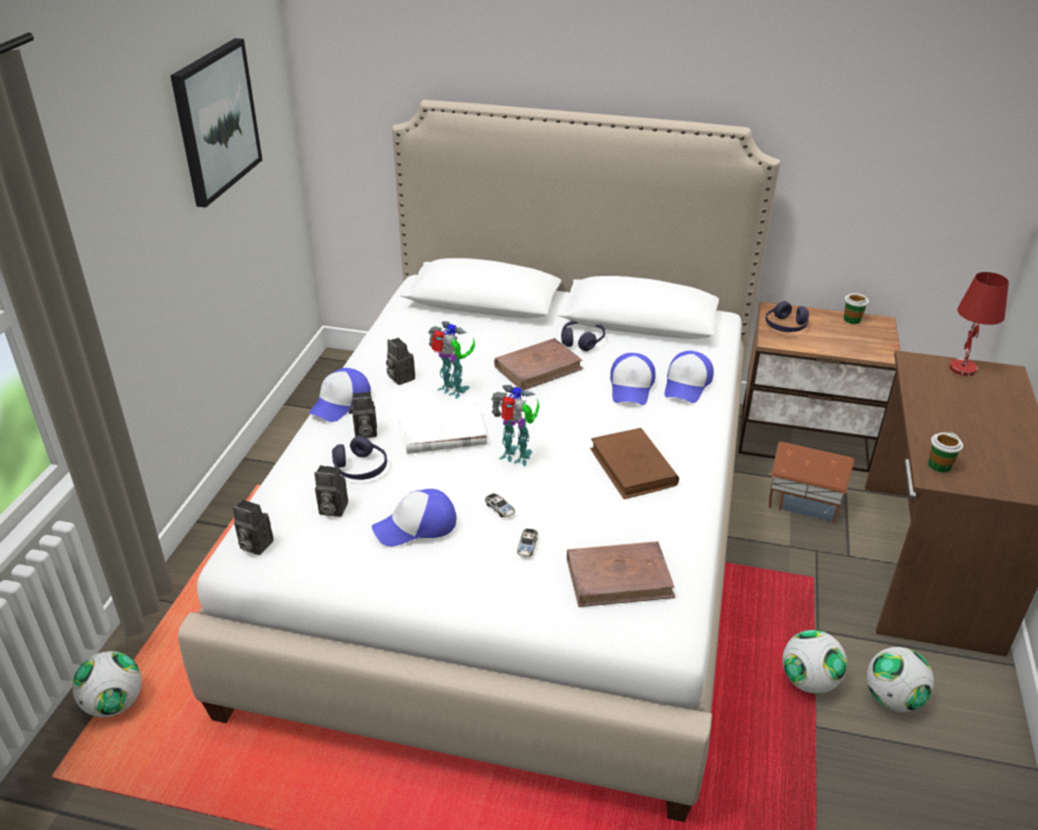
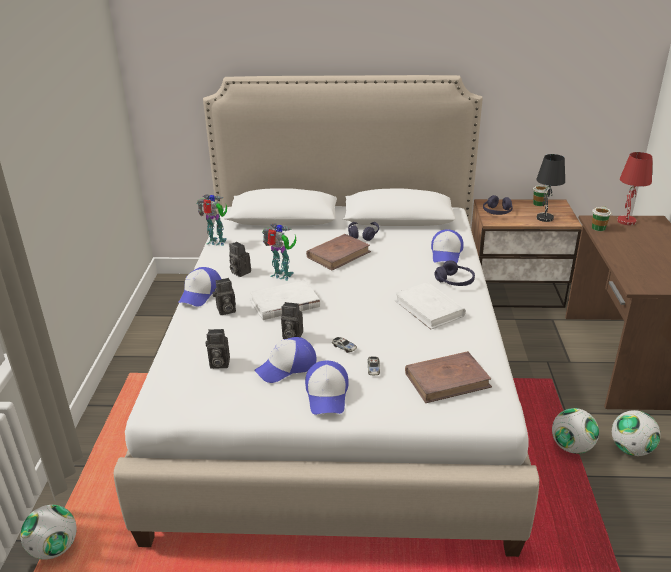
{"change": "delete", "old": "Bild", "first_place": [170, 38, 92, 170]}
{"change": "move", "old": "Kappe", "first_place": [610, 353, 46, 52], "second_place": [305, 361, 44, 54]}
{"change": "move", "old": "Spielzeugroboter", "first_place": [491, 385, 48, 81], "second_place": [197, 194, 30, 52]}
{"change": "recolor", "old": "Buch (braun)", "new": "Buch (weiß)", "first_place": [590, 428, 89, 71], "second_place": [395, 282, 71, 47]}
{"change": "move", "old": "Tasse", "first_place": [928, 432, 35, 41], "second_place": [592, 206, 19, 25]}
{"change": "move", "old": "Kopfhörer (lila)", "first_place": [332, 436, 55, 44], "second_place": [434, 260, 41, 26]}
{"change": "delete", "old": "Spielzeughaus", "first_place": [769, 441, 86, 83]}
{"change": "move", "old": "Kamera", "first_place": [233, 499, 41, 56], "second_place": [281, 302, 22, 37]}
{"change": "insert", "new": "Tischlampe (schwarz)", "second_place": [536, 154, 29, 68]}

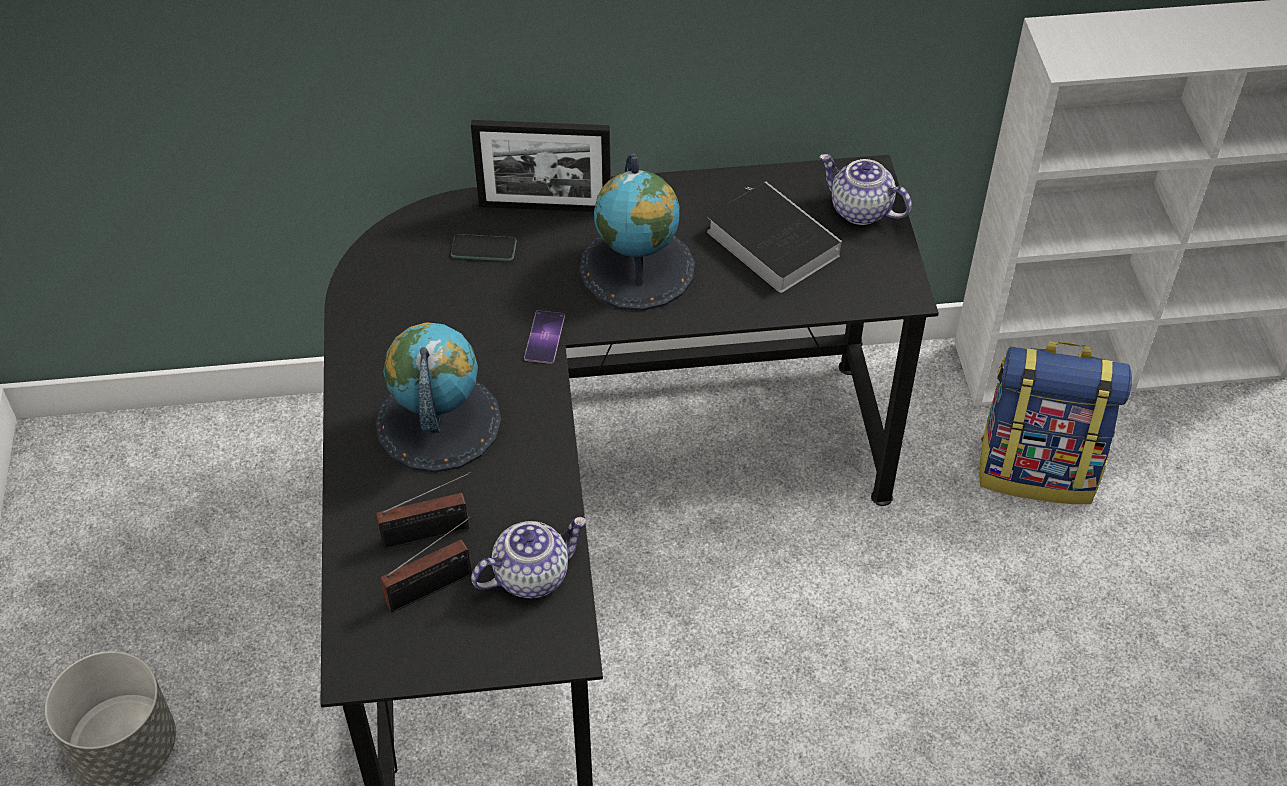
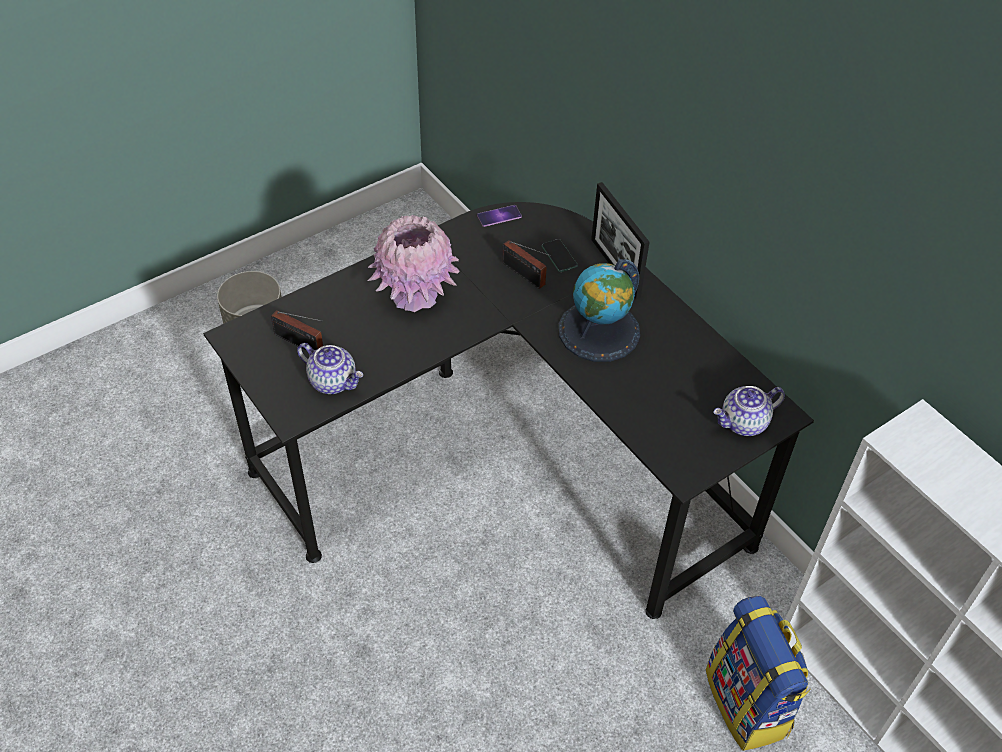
{"change": "rotate", "old": "Teekanne", "first_place": [819, 154, 93, 71], "second_place": [713, 386, 72, 50], "degrees": -120}
{"change": "delete", "old": "Buch", "first_place": [707, 182, 135, 111]}
{"change": "move", "old": "Handy", "first_place": [524, 310, 41, 54], "second_place": [477, 205, 45, 22]}
{"change": "replace", "old": "Globus", "new": "Vase (rosa)", "first_place": [376, 322, 126, 151], "second_place": [368, 215, 92, 97]}
{"change": "move", "old": "Radio", "first_place": [376, 472, 95, 77], "second_place": [502, 240, 49, 49]}

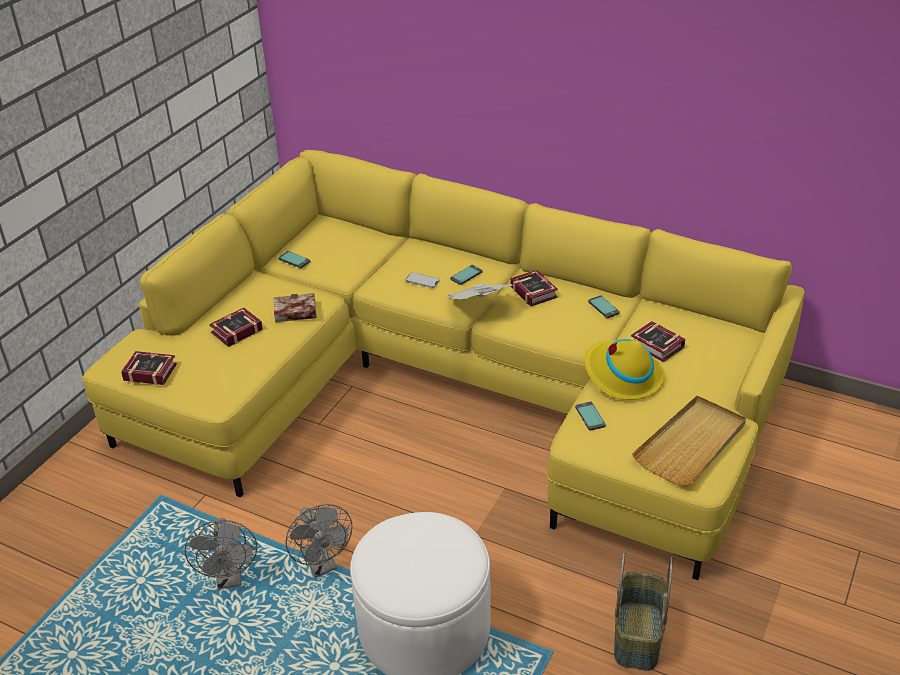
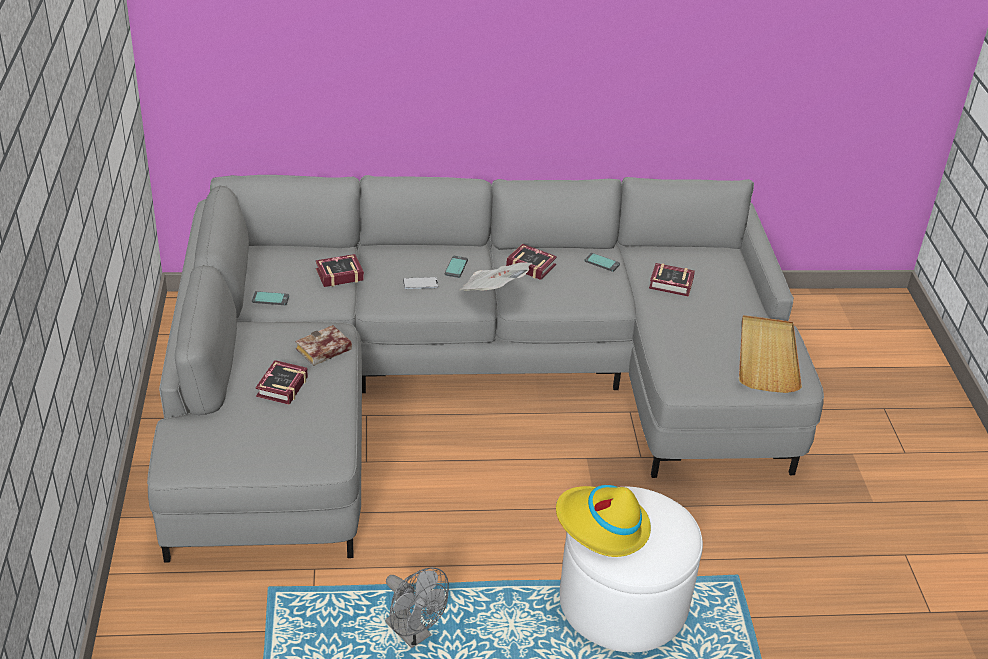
{"change": "recolor", "old": "Sofa (gelb)", "new": "Sofa (grau)", "first_place": [82, 150, 723, 430], "second_place": [147, 175, 677, 388]}
{"change": "move", "old": "Hut (gelb)", "first_place": [584, 339, 81, 61], "second_place": [556, 485, 95, 72]}
{"change": "move", "old": "Buch", "first_place": [121, 351, 56, 34], "second_place": [316, 254, 48, 33]}
{"change": "delete", "old": "Handy", "first_place": [575, 402, 31, 29]}
{"change": "delete", "old": "Ventilator (grau)", "first_place": [285, 504, 67, 73]}
{"change": "delete", "old": "Korb", "first_place": [614, 550, 59, 121]}

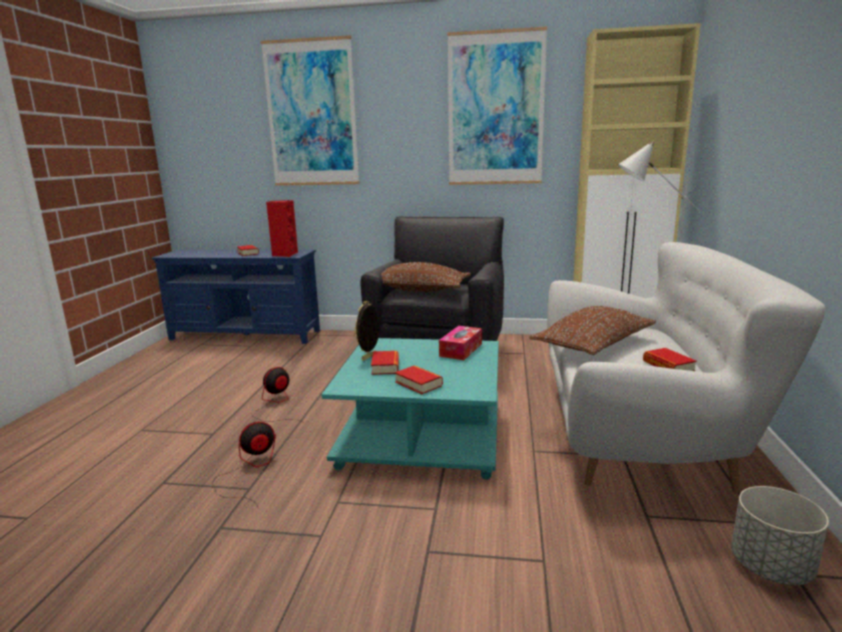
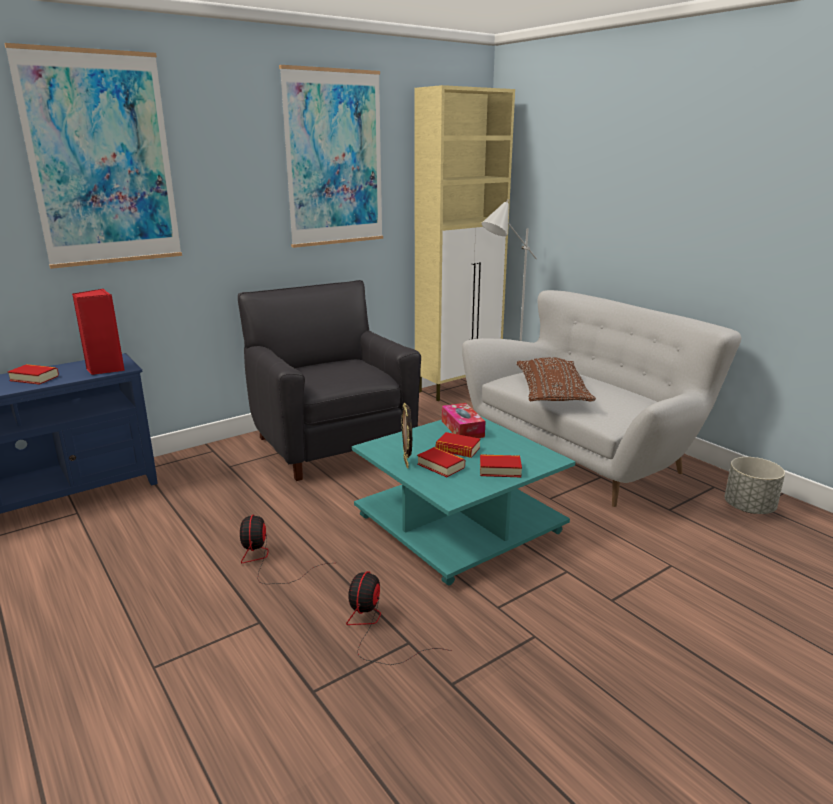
{"change": "delete", "old": "Kissen (braun)", "first_place": [381, 262, 90, 30]}
{"change": "move", "old": "Buch", "first_place": [643, 348, 54, 23], "second_place": [436, 432, 44, 26]}

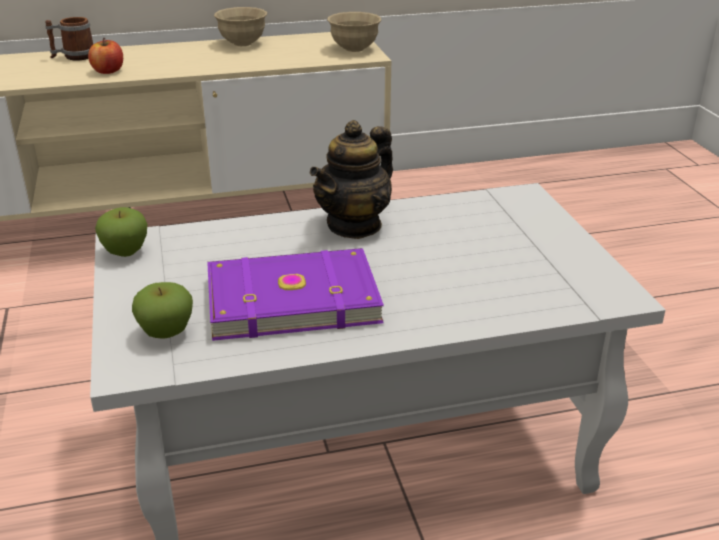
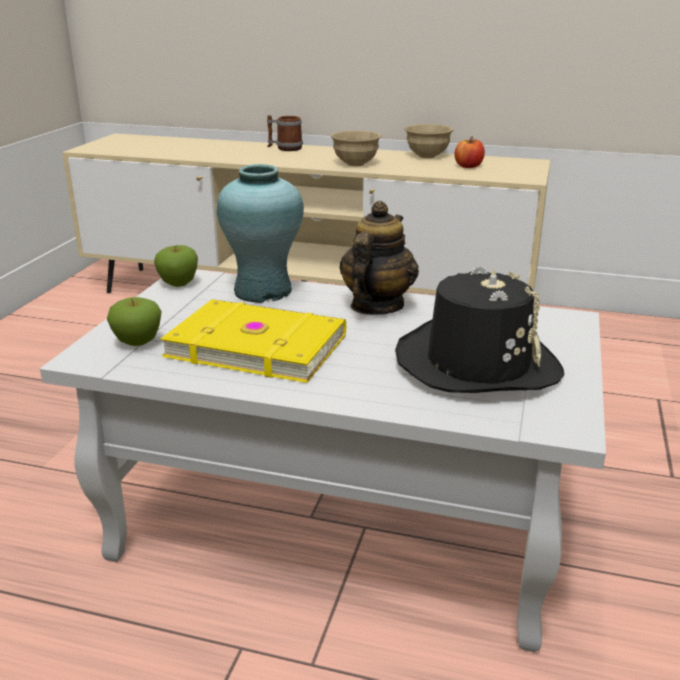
{"change": "move", "old": "Schüssel (beige)", "first_place": [327, 12, 54, 40], "second_place": [331, 130, 51, 36]}
{"change": "move", "old": "Apfel", "first_place": [88, 38, 35, 36], "second_place": [454, 137, 31, 31]}
{"change": "rotate", "old": "Teekanne", "first_place": [310, 120, 83, 119], "second_place": [339, 201, 80, 114], "degrees": 135}
{"change": "recolor", "old": "Buch (lila)", "new": "Buch (gelb)", "first_place": [207, 248, 177, 93], "second_place": [160, 299, 186, 84]}
{"change": "insert", "new": "Vase (türkis)", "second_place": [217, 164, 87, 139]}
{"change": "insert", "new": "Hut (schwarz)", "second_place": [395, 266, 170, 127]}

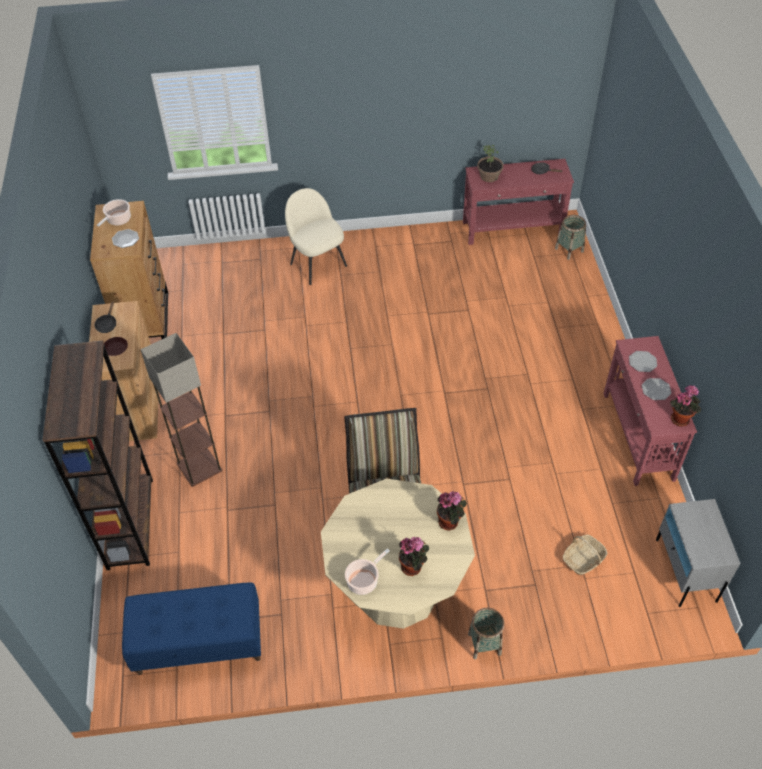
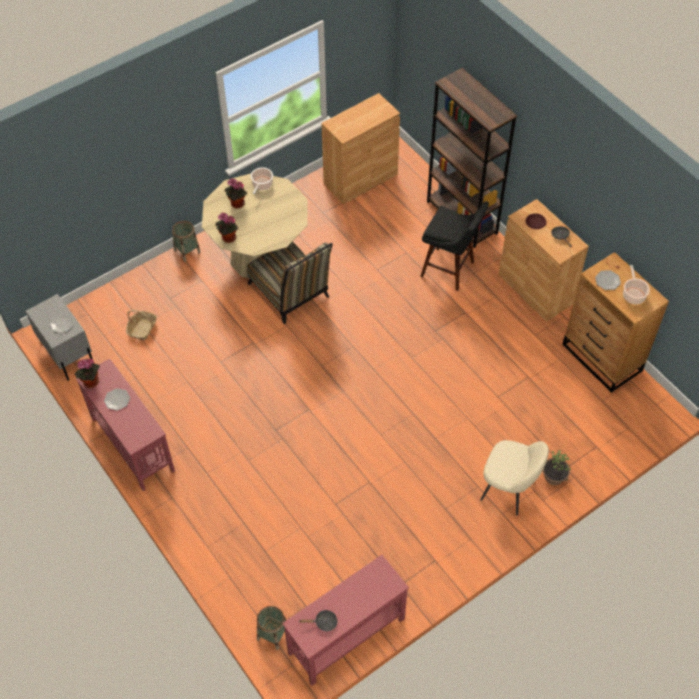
{"change": "move", "old": "Topfpflanze", "first_place": [477, 145, 26, 37], "second_place": [543, 450, 28, 35]}
{"change": "replace", "old": "Stehlampe", "new": "Hocker (schwarz)", "first_place": [140, 333, 82, 154], "second_place": [421, 201, 68, 90]}
{"change": "move", "old": "Teller", "first_place": [629, 351, 28, 21], "second_place": [50, 313, 24, 20]}
{"change": "replace", "old": "Bank (blau)", "new": "Schrank (braun)", "first_place": [122, 582, 139, 93], "second_place": [321, 93, 79, 111]}

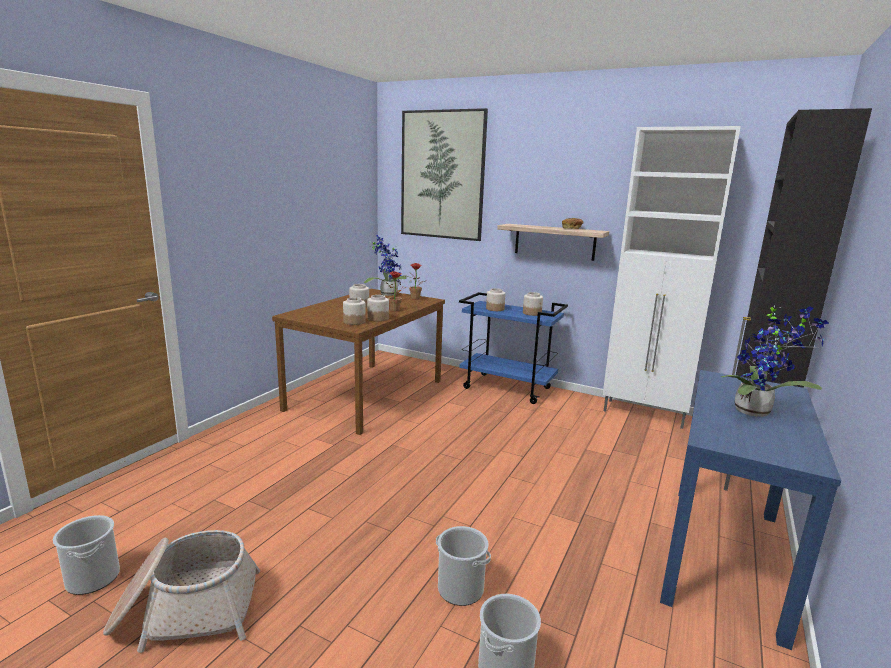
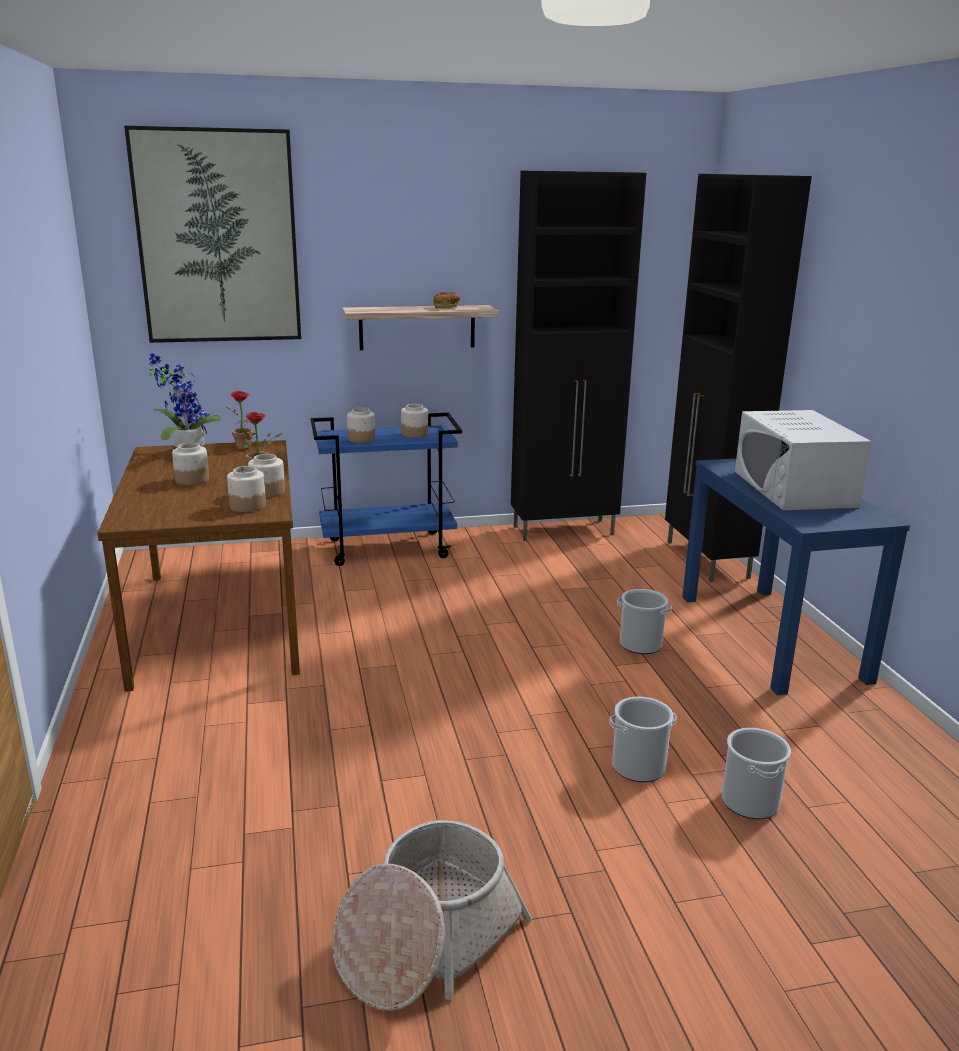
{"change": "recolor", "old": "Schrank (weiß)", "new": "Schrank (schwarz)", "first_place": [603, 126, 138, 303], "second_place": [511, 171, 135, 370]}
{"change": "replace", "old": "Topfpflanze", "new": "Mikrowelle (weiß)", "first_place": [721, 305, 108, 112], "second_place": [735, 410, 137, 100]}
{"change": "move", "old": "Eimer", "first_place": [53, 515, 67, 80], "second_place": [617, 589, 55, 65]}

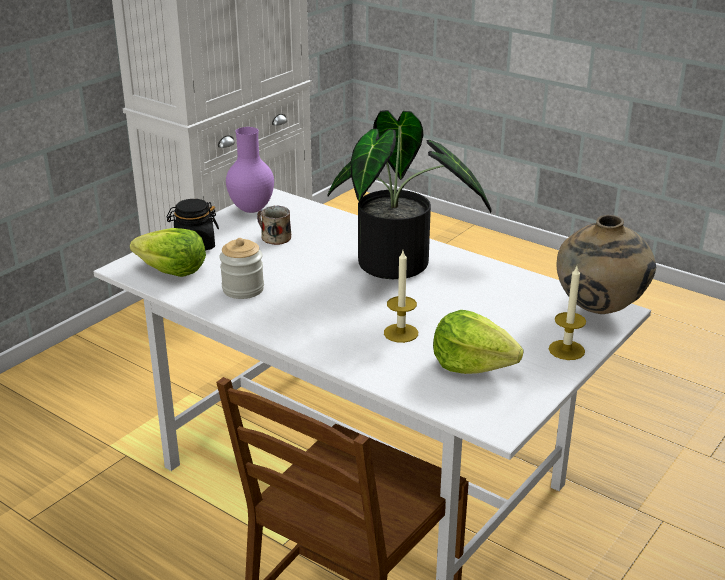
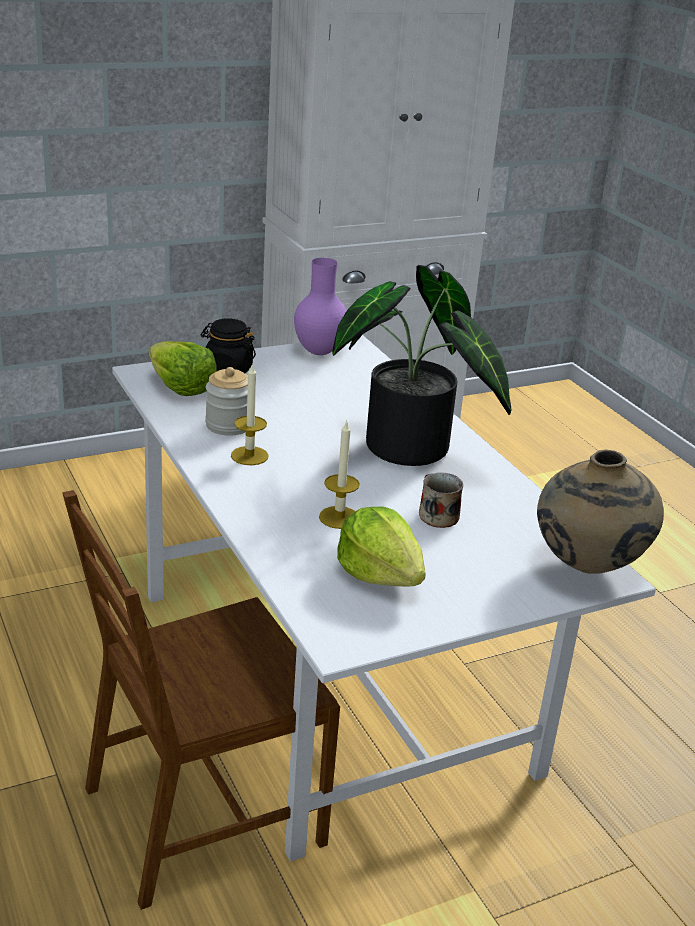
{"change": "move", "old": "Henkelbecher", "first_place": [257, 205, 34, 40], "second_place": [419, 472, 44, 56]}
{"change": "move", "old": "Kerze", "first_place": [549, 266, 37, 94], "second_place": [231, 363, 38, 102]}

